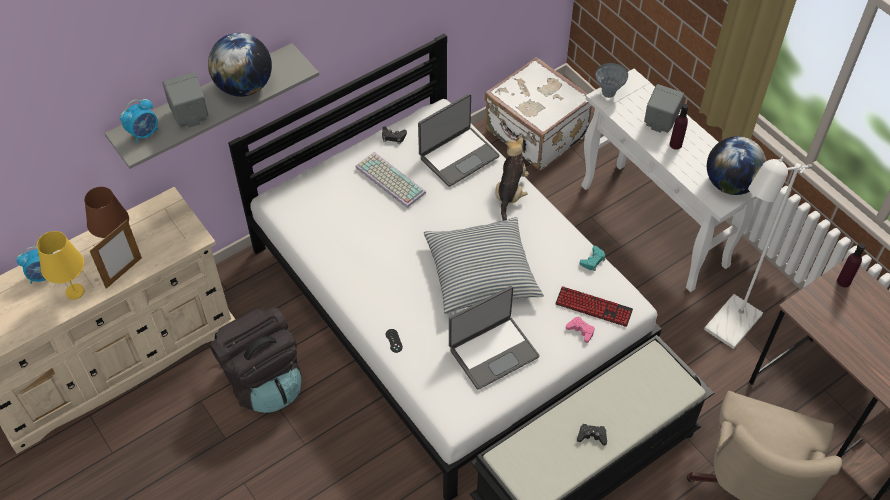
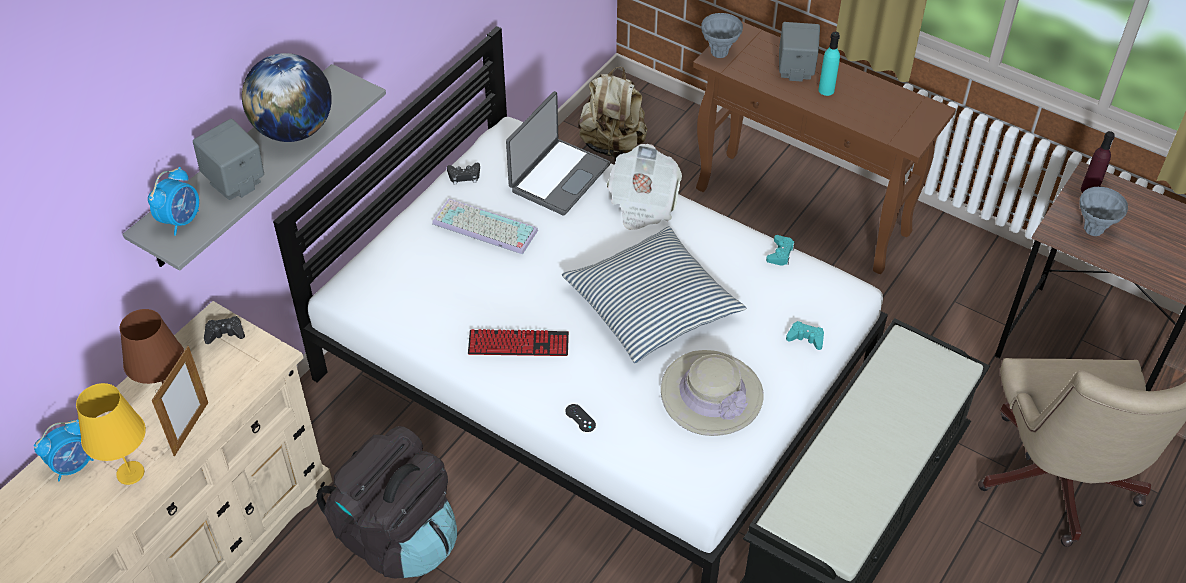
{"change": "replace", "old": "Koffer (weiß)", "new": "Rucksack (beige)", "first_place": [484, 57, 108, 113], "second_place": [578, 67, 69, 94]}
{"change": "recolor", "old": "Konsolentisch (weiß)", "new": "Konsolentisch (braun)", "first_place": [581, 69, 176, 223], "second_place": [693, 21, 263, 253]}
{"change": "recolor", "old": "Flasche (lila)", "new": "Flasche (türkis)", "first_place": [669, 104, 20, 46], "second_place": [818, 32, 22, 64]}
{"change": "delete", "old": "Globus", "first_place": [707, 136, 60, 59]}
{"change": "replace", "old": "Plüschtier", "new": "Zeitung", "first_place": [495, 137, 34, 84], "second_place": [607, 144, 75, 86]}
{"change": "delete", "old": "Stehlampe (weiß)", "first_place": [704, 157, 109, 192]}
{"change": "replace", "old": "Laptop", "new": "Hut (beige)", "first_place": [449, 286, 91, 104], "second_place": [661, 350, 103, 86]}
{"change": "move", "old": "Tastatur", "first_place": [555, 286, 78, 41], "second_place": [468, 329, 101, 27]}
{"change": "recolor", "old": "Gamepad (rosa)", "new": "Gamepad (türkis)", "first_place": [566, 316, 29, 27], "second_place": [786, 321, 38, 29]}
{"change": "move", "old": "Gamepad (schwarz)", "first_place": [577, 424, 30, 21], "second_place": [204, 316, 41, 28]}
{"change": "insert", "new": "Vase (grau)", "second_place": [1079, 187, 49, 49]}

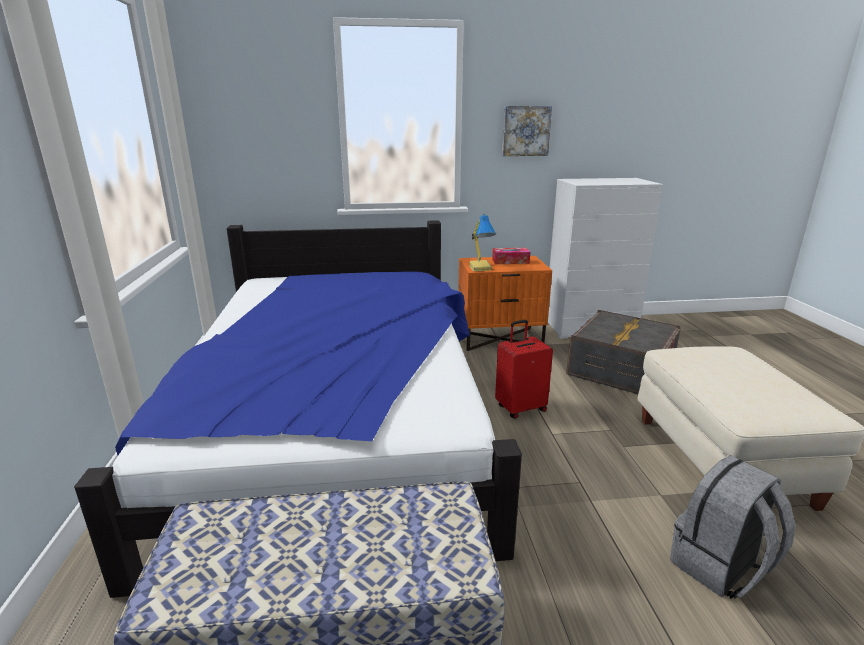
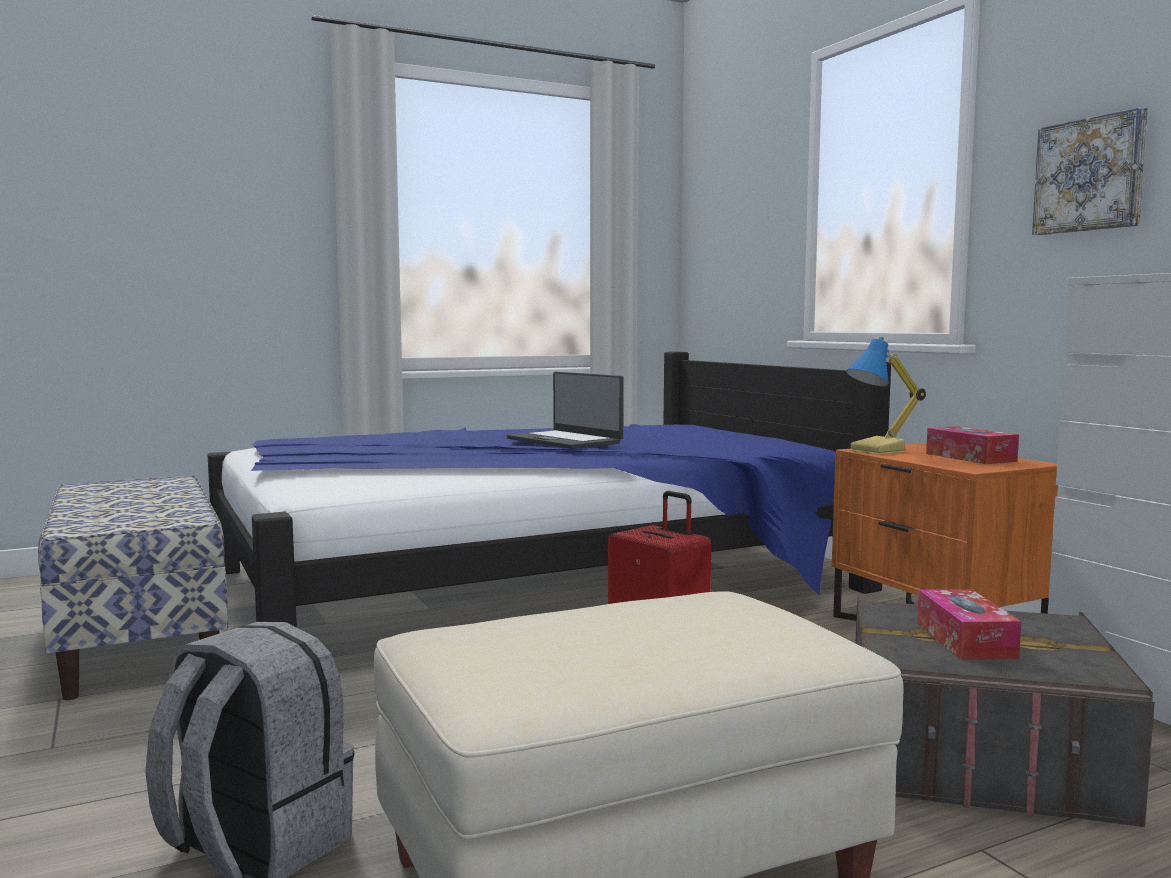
{"change": "insert", "new": "Laptop", "second_place": [507, 372, 117, 77]}
{"change": "insert", "new": "Taschentuchbox", "second_place": [917, 589, 104, 71]}

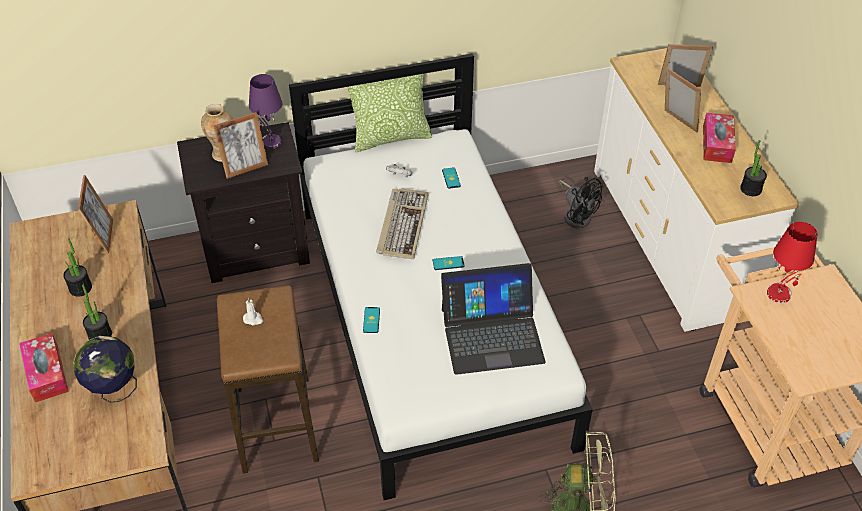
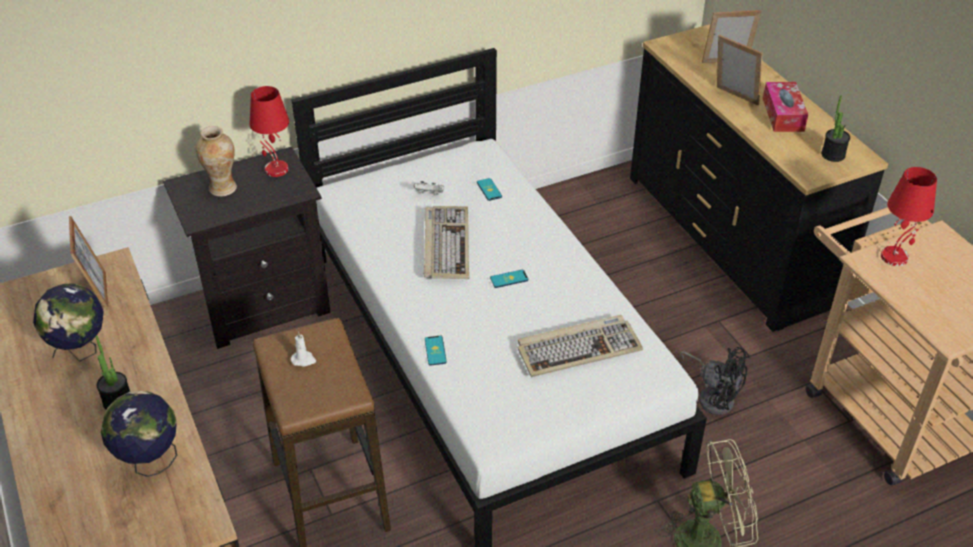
{"change": "recolor", "old": "Kommode (weiß)", "new": "Kommode (schwarz)", "first_place": [594, 48, 205, 284], "second_place": [630, 24, 258, 308]}
{"change": "recolor", "old": "Tischlampe (lila)", "new": "Tischlampe (rot)", "first_place": [249, 74, 33, 75], "second_place": [249, 86, 40, 91]}
{"change": "delete", "old": "Kissen", "first_place": [347, 74, 85, 79]}
{"change": "delete", "old": "Bilderrahmen", "first_place": [213, 112, 55, 67]}
{"change": "move", "old": "Ventilator (schwarz)", "first_place": [559, 177, 45, 52], "second_place": [680, 347, 70, 68]}
{"change": "replace", "old": "Topfpflanze", "new": "Globus", "first_place": [63, 238, 29, 59], "second_place": [33, 283, 71, 79]}
{"change": "replace", "old": "Laptop", "new": "Tastatur", "first_place": [441, 263, 105, 112], "second_place": [518, 315, 125, 62]}
{"change": "delete", "old": "Taschentuchbox", "first_place": [19, 333, 50, 70]}

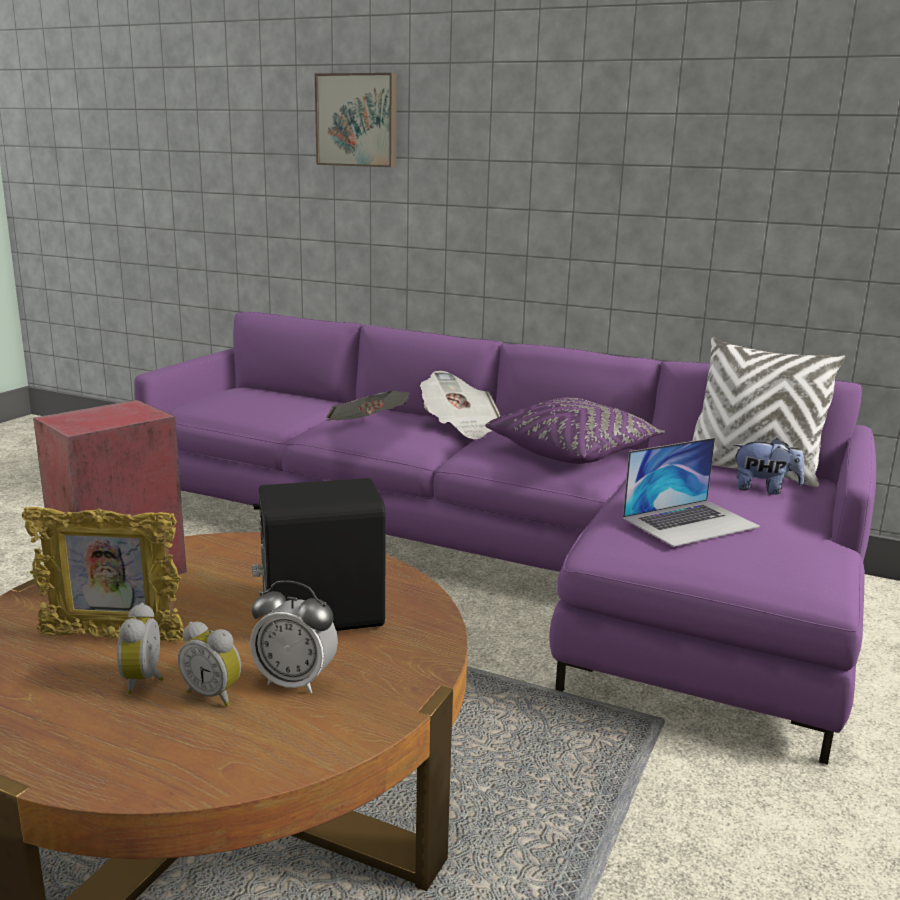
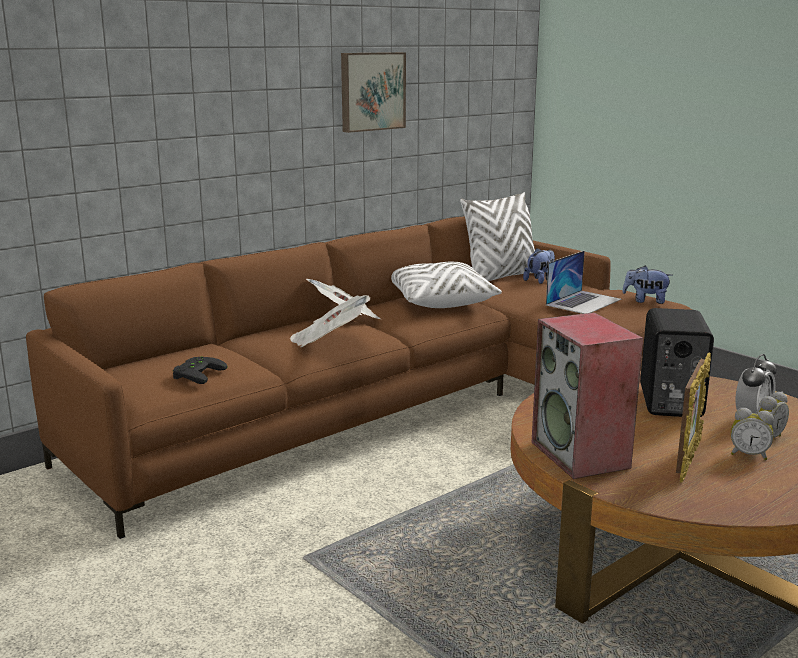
{"change": "move", "old": "Bild", "first_place": [315, 73, 82, 94], "second_place": [341, 52, 65, 81]}
{"change": "recolor", "old": "Sofa (lila)", "new": "Sofa (braun)", "first_place": [134, 312, 742, 453], "second_place": [26, 216, 667, 323]}
{"change": "recolor", "old": "Kissen (lila)", "new": "Kissen (weiß)", "first_place": [485, 397, 180, 67], "second_place": [391, 262, 111, 46]}
{"change": "rotate", "old": "Laptop", "first_place": [623, 438, 137, 109], "second_place": [546, 251, 75, 63], "degrees": 45}
{"change": "insert", "new": "Plüschtier", "second_place": [622, 266, 51, 38]}
{"change": "insert", "new": "Gamepad (schwarz)", "second_place": [173, 357, 55, 27]}

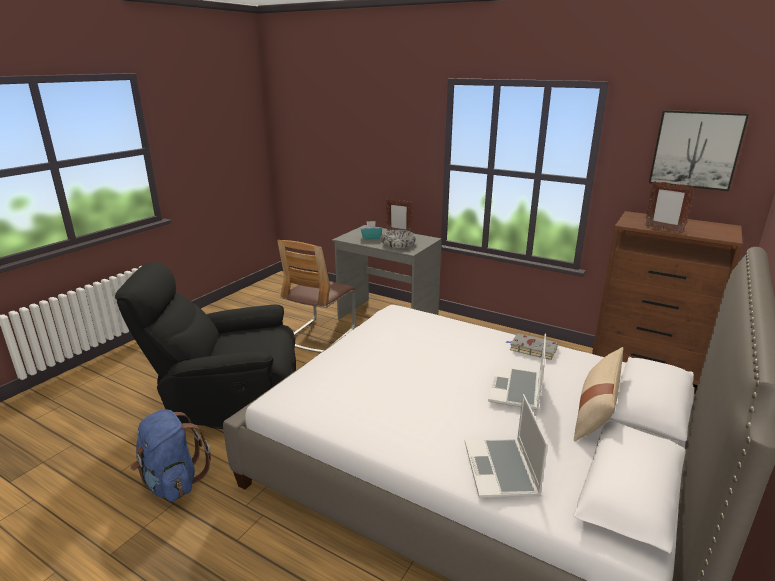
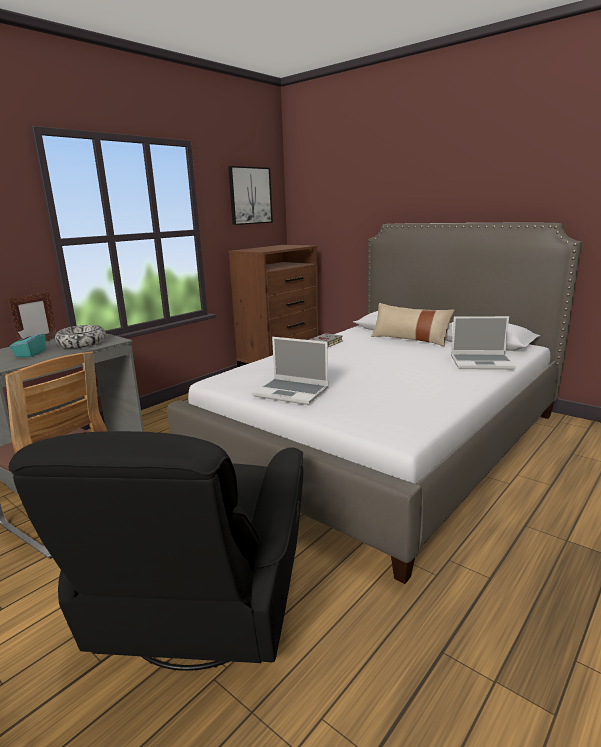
{"change": "delete", "old": "Bilderrahmen", "first_place": [645, 181, 50, 52]}
{"change": "move", "old": "Laptop", "first_place": [488, 334, 58, 76], "second_place": [252, 337, 77, 68]}
{"change": "delete", "old": "Rucksack (blau)", "first_place": [131, 410, 80, 91]}

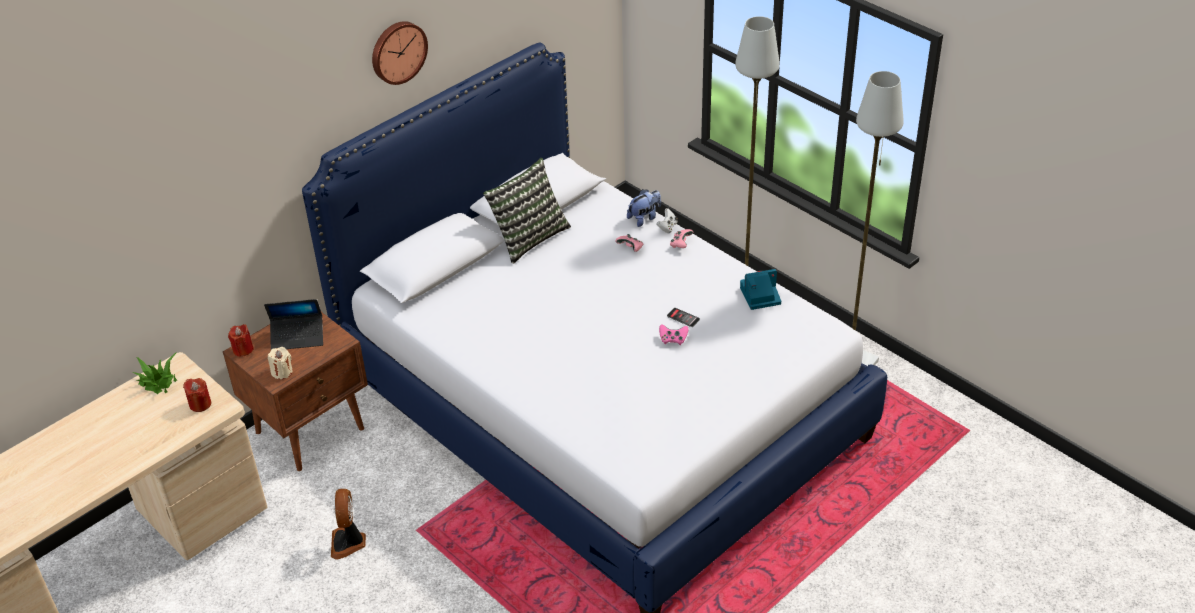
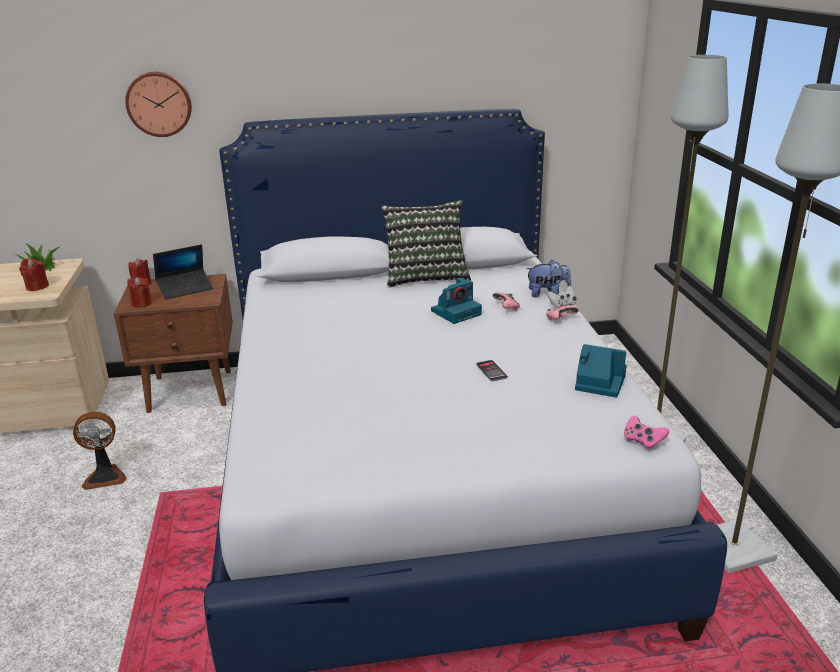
{"change": "move", "old": "Wanduhr", "first_place": [372, 21, 56, 64], "second_place": [125, 72, 67, 65]}
{"change": "rotate", "old": "Laptop", "first_place": [264, 299, 59, 51], "second_place": [153, 244, 60, 56], "degrees": -60}
{"change": "move", "old": "Gamepad (rosa)", "first_place": [659, 324, 29, 21], "second_place": [624, 416, 46, 34]}
{"change": "recolor", "old": "Kerze (beige)", "new": "Kerze (rot)", "first_place": [268, 347, 25, 32], "second_place": [127, 277, 25, 31]}
{"change": "rotate", "old": "Ventilator", "first_place": [331, 489, 35, 70], "second_place": [73, 412, 54, 78], "degrees": -135}
{"change": "insert", "new": "Kamera", "second_place": [431, 278, 51, 46]}

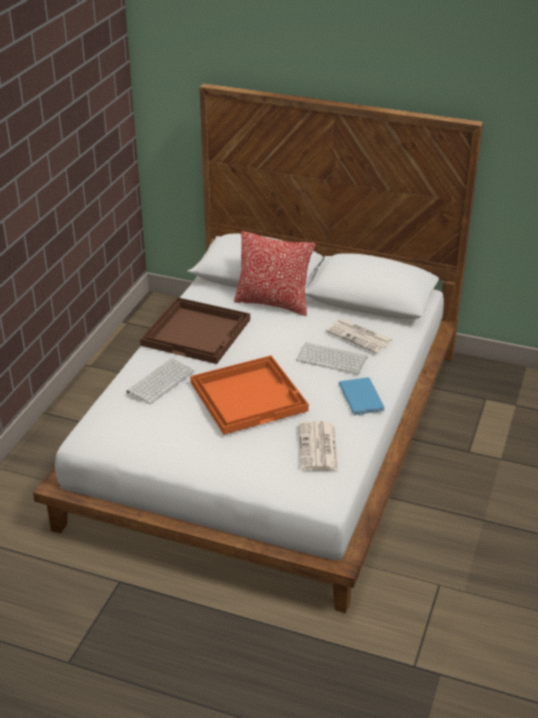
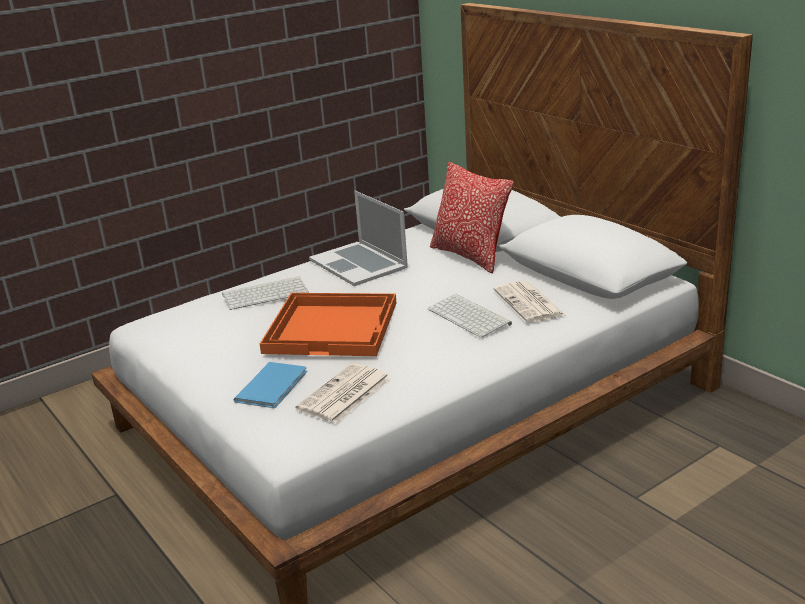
{"change": "replace", "old": "Tablett (braun)", "new": "Laptop", "first_place": [140, 297, 110, 67], "second_place": [309, 191, 99, 95]}
{"change": "move", "old": "Buch (blau)", "first_place": [339, 377, 46, 38], "second_place": [234, 362, 73, 46]}

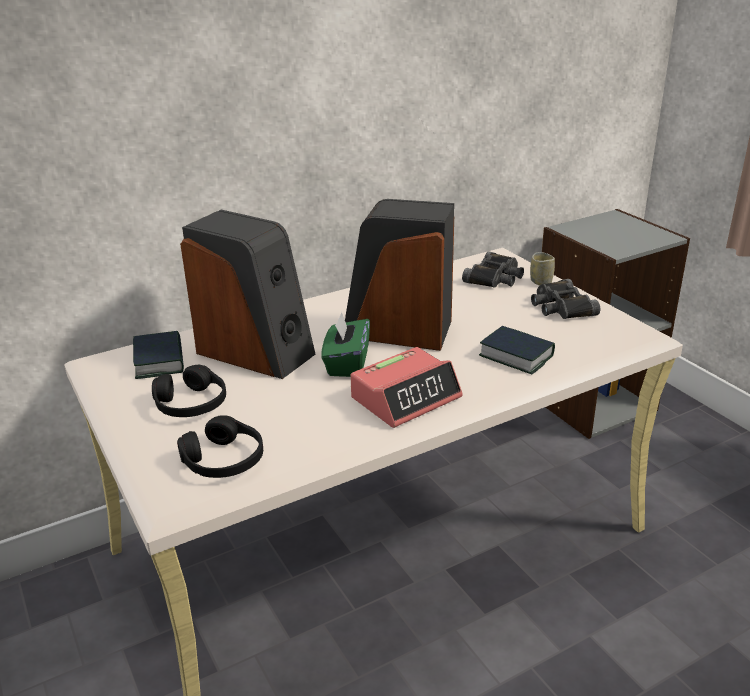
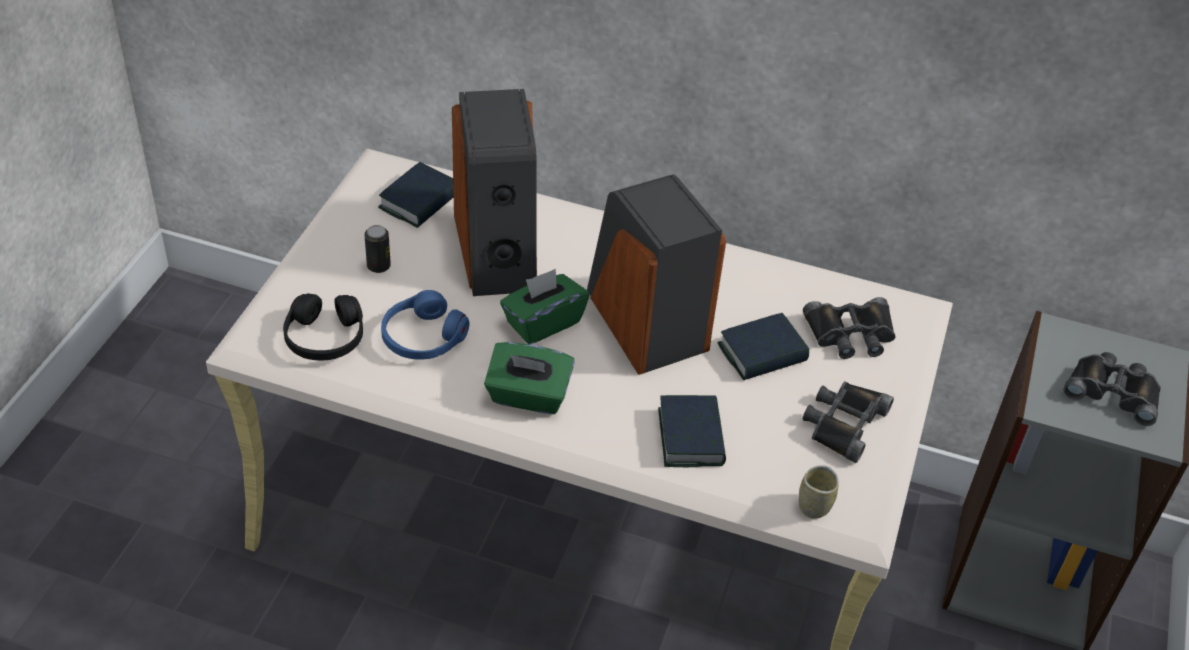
{"change": "move", "old": "Tasse", "first_place": [530, 252, 25, 34], "second_place": [799, 465, 40, 54]}
{"change": "replace", "old": "Wecker", "new": "Taschentuchbox (grün)", "first_place": [350, 347, 113, 81], "second_place": [484, 342, 91, 72]}
{"change": "replace", "old": "Kopfhörer (schwarz)", "new": "Dose", "first_place": [152, 365, 74, 52], "second_place": [364, 225, 27, 48]}
{"change": "insert", "new": "Kopfhörer (blau)", "second_place": [381, 290, 89, 70]}
{"change": "insert", "new": "Buch", "second_place": [718, 313, 91, 67]}
{"change": "insert", "new": "Fernglas (schwarz)", "second_place": [1064, 352, 97, 74]}

